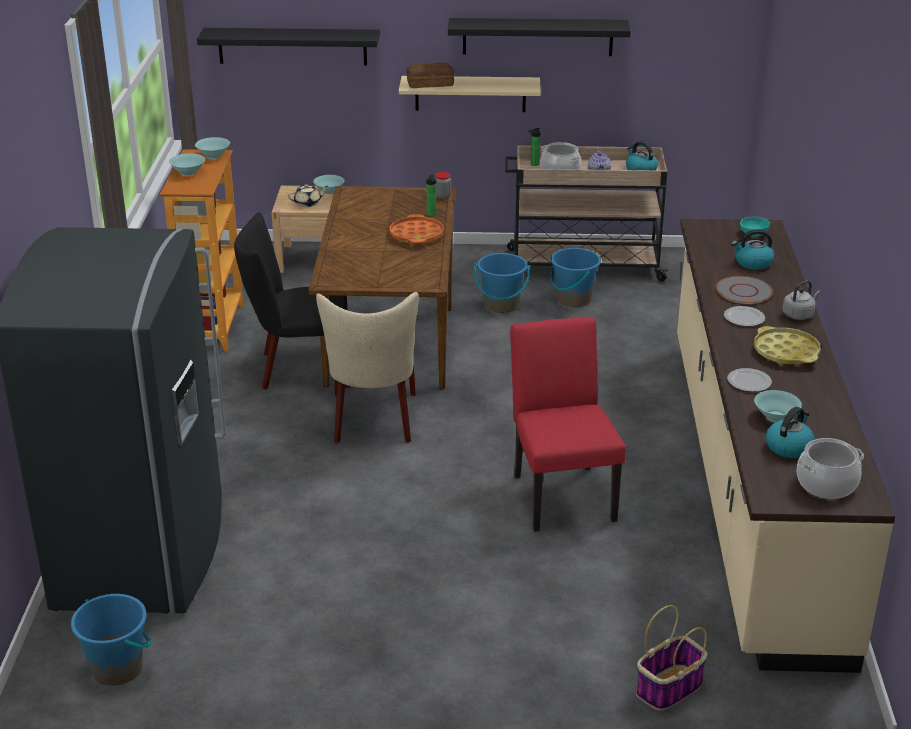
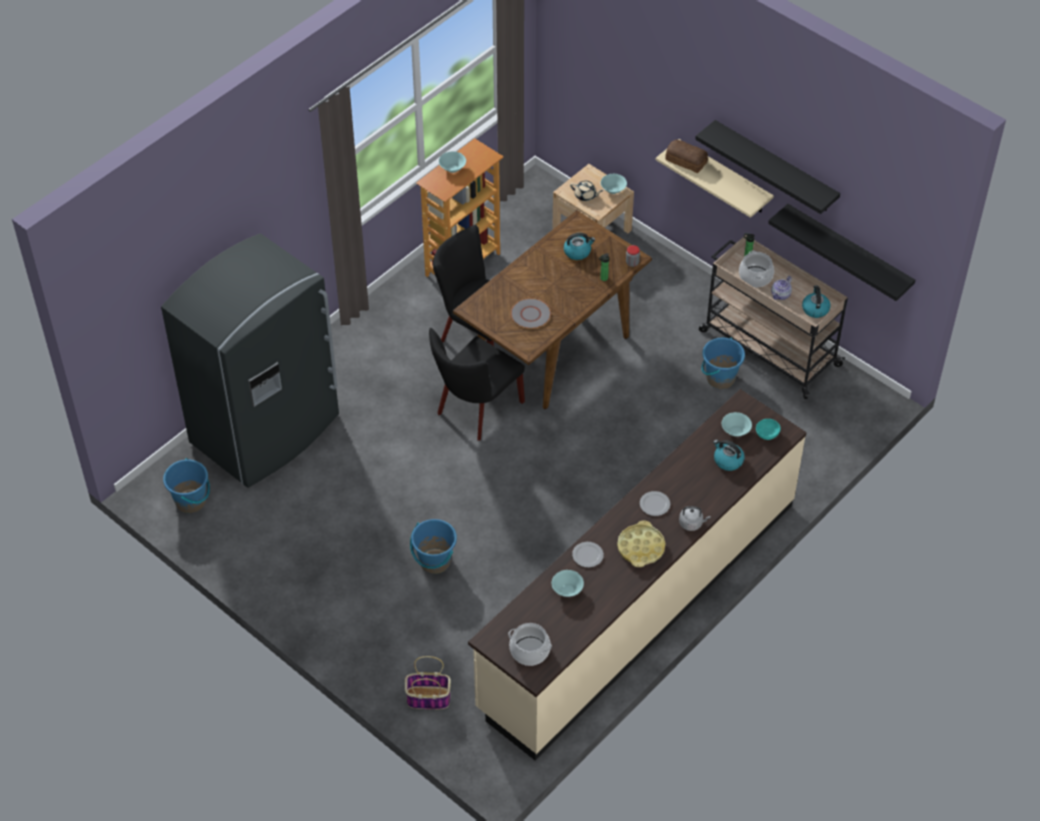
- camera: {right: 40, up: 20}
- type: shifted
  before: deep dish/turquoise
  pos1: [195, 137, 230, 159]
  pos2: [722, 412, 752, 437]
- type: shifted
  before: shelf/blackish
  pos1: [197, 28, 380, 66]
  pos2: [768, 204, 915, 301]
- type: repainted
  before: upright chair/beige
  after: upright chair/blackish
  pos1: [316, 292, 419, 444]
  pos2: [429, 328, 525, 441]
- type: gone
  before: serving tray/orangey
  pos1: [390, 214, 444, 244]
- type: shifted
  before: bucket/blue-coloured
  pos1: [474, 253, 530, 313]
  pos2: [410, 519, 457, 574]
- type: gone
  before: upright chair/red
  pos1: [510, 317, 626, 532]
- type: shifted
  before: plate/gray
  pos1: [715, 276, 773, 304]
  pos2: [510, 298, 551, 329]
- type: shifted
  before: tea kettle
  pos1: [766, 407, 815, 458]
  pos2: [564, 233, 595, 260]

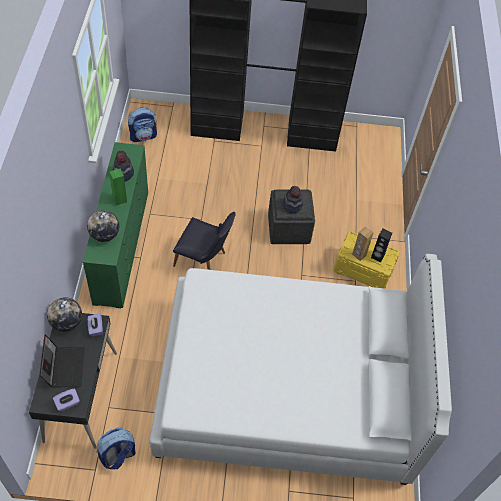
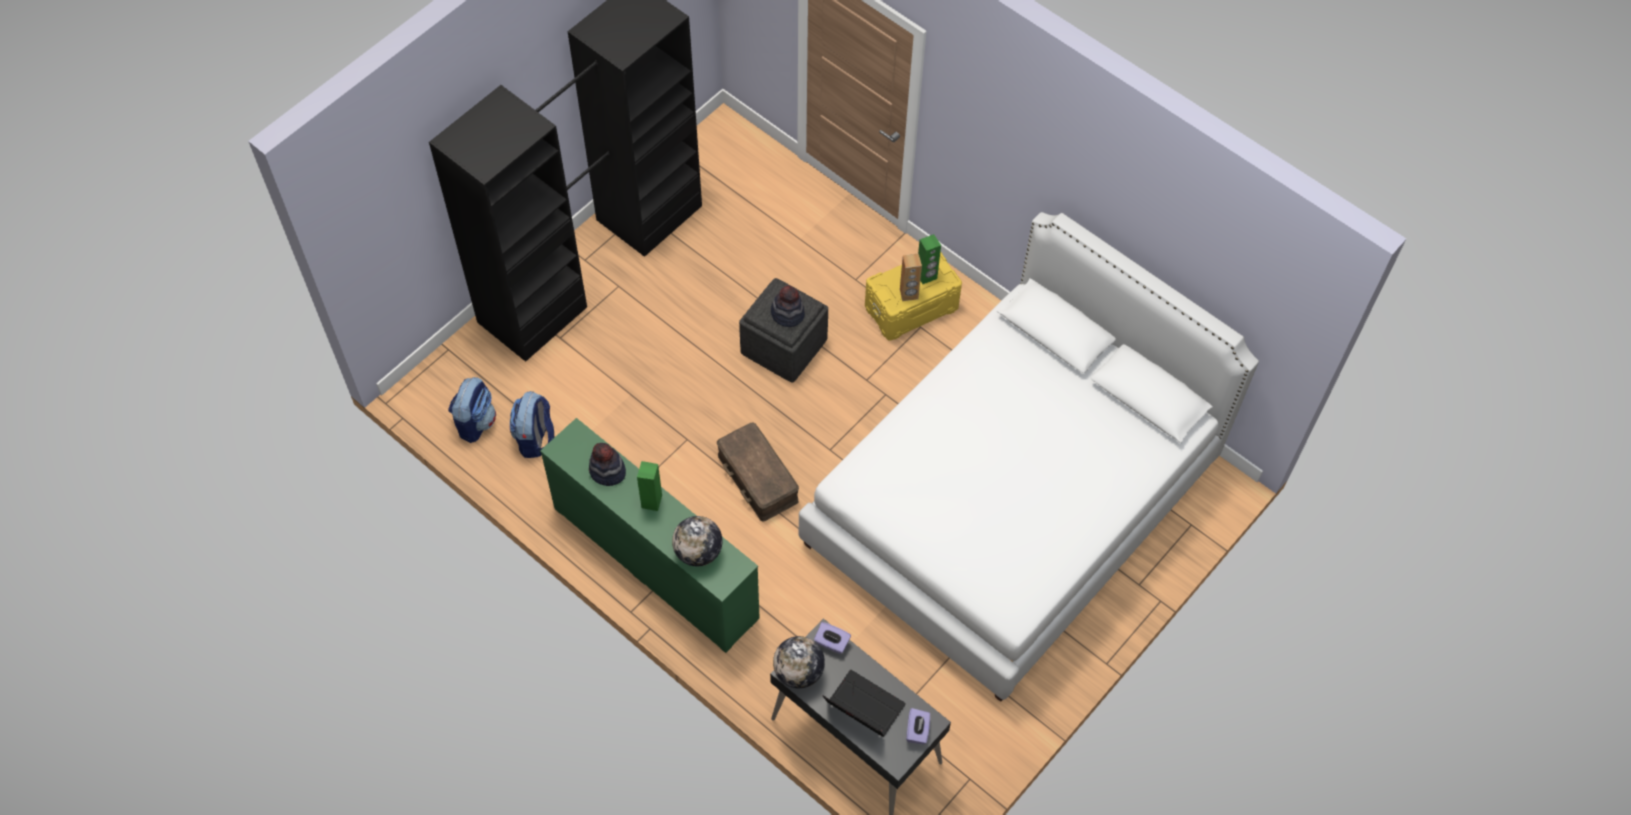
- camera: {right: -50, up: 5}
- type: shifted
  before: backpack
  pos1: [97, 427, 136, 469]
  pos2: [510, 391, 554, 458]
- type: swapped
  before: upright chair/blackish
  after: storage container/brown
  pos1: [173, 212, 236, 270]
  pos2: [717, 423, 799, 522]
- type: repainted
  before: speaker/blackish
  after: speaker/green-coloured
  pos1: [371, 229, 392, 262]
  pos2: [918, 234, 941, 284]

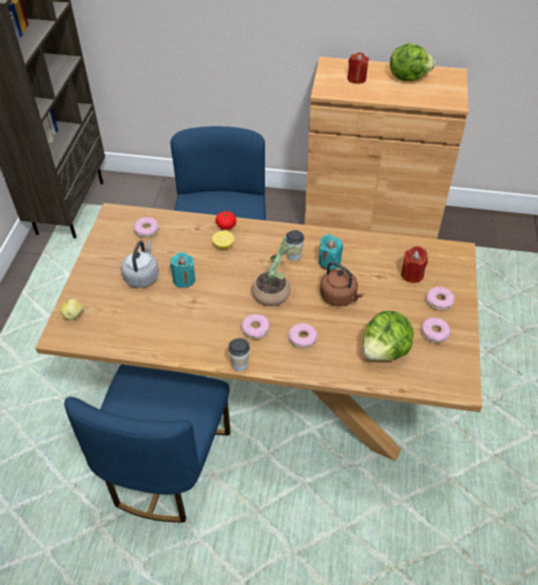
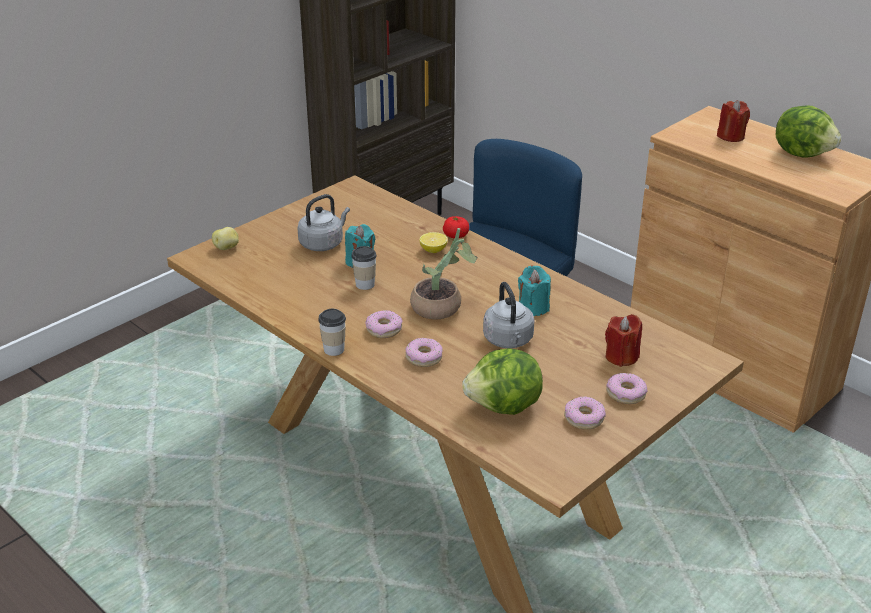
- camera: {right: 35, up: -15}
- type: gone
  before: upright chair/blue-coloured
  pos1: [64, 364, 231, 523]
- type: gone
  before: ring doughnut
  pos1: [133, 217, 159, 238]
- type: shifted
  before: cup
  pos1: [285, 230, 304, 261]
  pos2: [351, 246, 377, 290]
- type: repainted
  before: tea kettle/brown
  after: tea kettle/gray
  pos1: [320, 262, 364, 306]
  pos2: [483, 282, 535, 348]

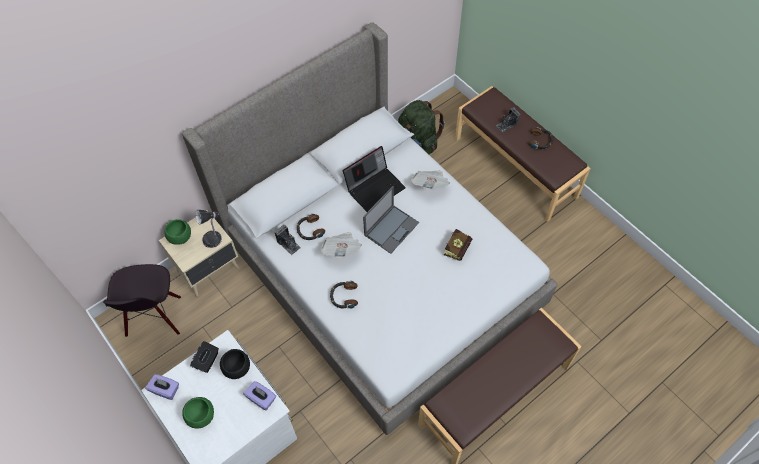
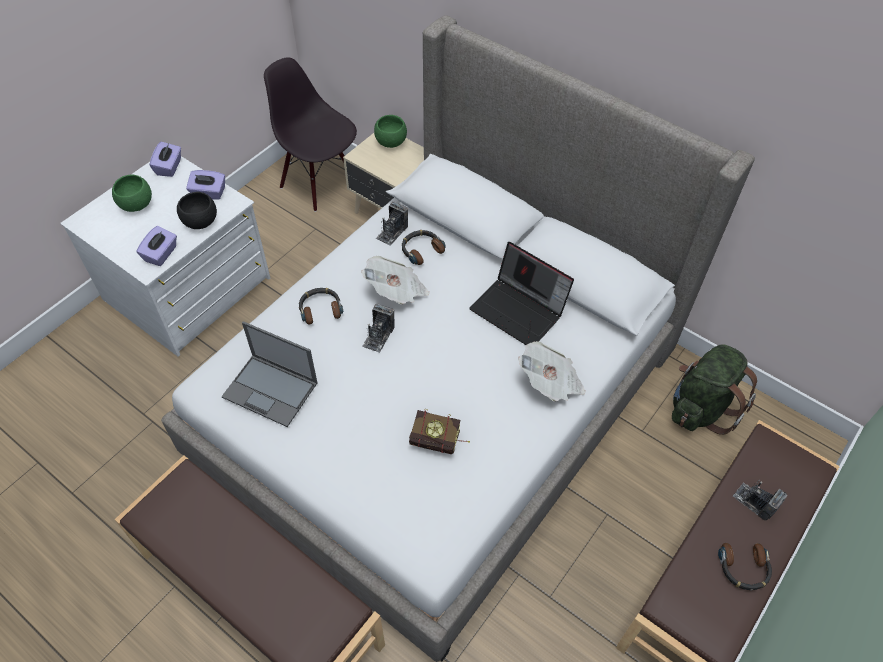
- camera: {right: 75, up: -5}
- type: rotated
  before: upright chair/blackish
  pos1: [103, 264, 181, 337]
  pos2: [264, 57, 357, 212]
  turn: 60
- type: repainted
  before: tissue holder/blackish
  after: tissue holder/purple
  pos1: [190, 341, 219, 373]
  pos2: [186, 170, 225, 200]
- type: gone
  before: tabletop lamp
  pos1: [195, 210, 222, 248]
- type: shifted
  before: portable computer
  pos1: [363, 186, 419, 254]
  pos2: [221, 321, 318, 427]
- type: new
  after: photo camera
  pos2: [362, 304, 395, 353]

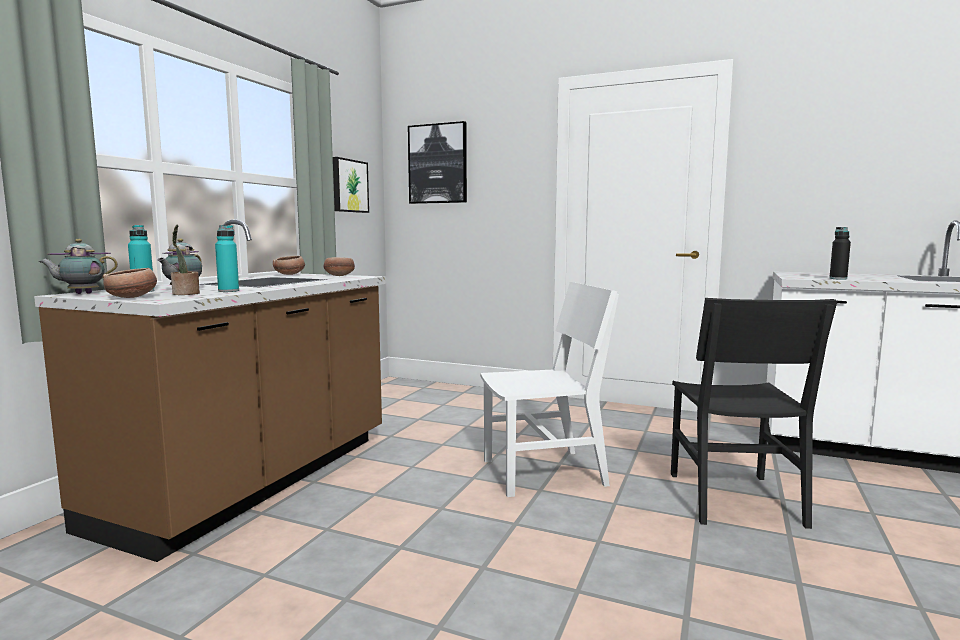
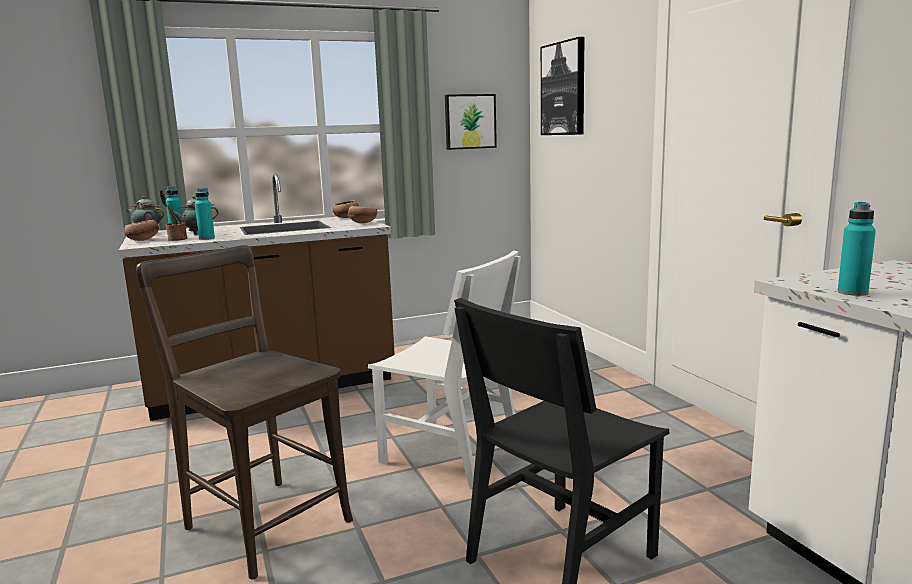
- camera: {right: 45, up: 5}
- type: repainted
  before: drink bottle/blackish
  after: drink bottle/turquoise
  pos1: [829, 227, 851, 280]
  pos2: [838, 202, 876, 296]
- type: new
  after: upright chair/brown
  pos2: [136, 245, 353, 580]

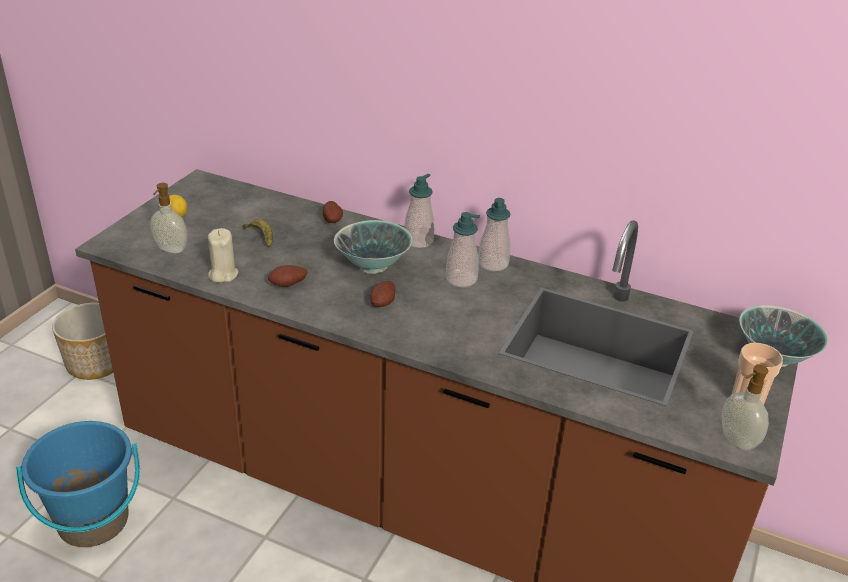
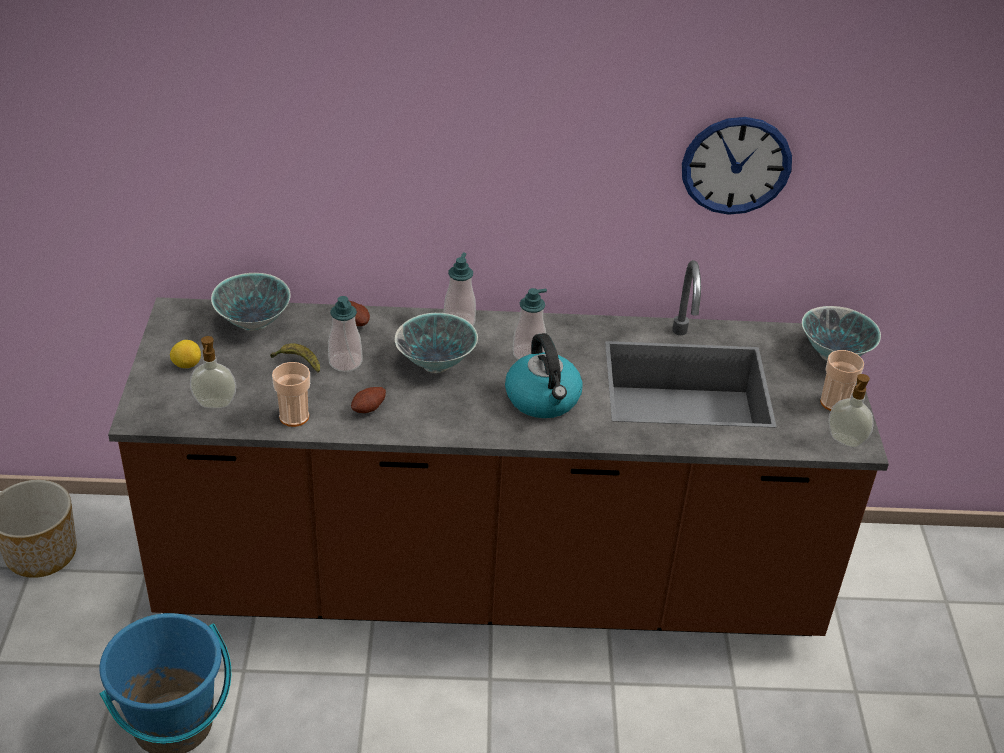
- camera: {right: -25, up: 5}
- type: swapped
  before: wax light/beige
  after: cup
  pos1: [208, 228, 238, 283]
  pos2: [272, 362, 310, 427]
- type: gone
  before: potato
  pos1: [371, 281, 396, 307]
- type: shifted
  before: soap bottle
  pos1: [478, 198, 511, 272]
  pos2: [328, 296, 363, 372]
- type: new
  after: deep dish
  pos2: [211, 273, 291, 331]
- type: new
  after: tea kettle
  pos2: [505, 333, 583, 418]
- type: new
  after: wall clock
  pos2: [682, 117, 792, 215]

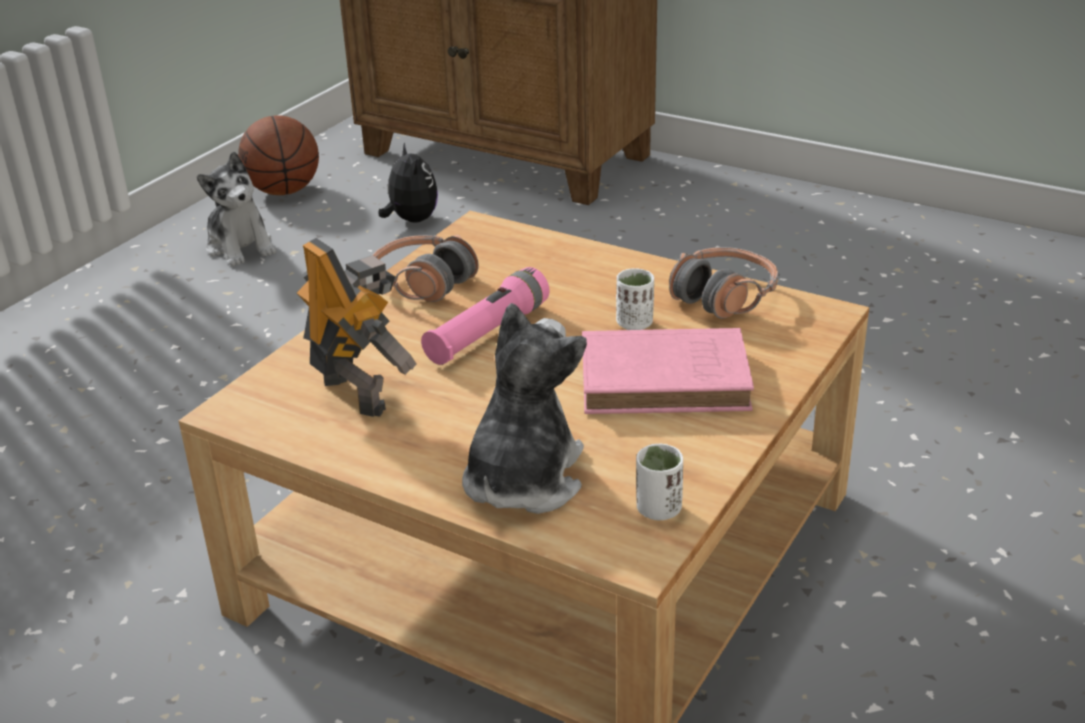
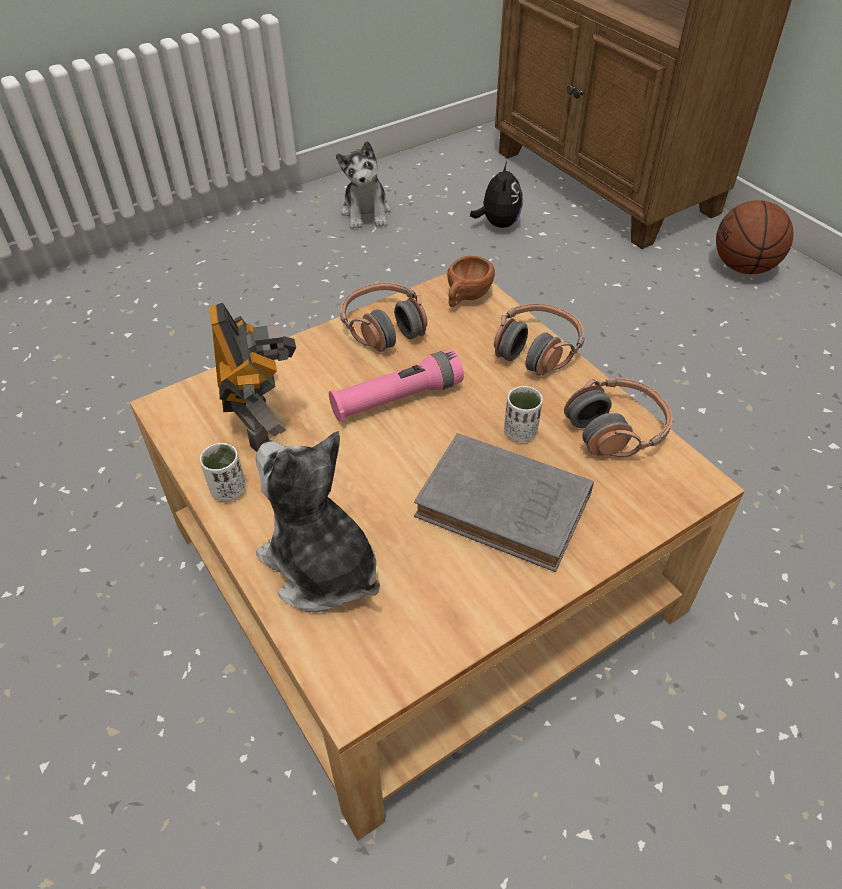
- camera: {right: 25, up: 15}
- type: shifted
  before: basketball
  pos1: [238, 115, 319, 195]
  pos2: [716, 200, 793, 274]
- type: rotated
  before: cuddly toy
  pos1: [462, 303, 587, 514]
  pos2: [256, 431, 380, 613]
  turn: -90
- type: repainted
  before: bound book/pinkish
  after: bound book/gray
  pos1: [582, 328, 754, 414]
  pos2: [414, 433, 594, 572]
- type: shifted
  before: cup/white-coloured
  pos1: [636, 444, 683, 520]
  pos2: [200, 443, 246, 501]
- type: new
  after: cup/brown
  pos2: [447, 256, 495, 307]
- type: new
  after: headphones
  pos2: [494, 303, 584, 376]

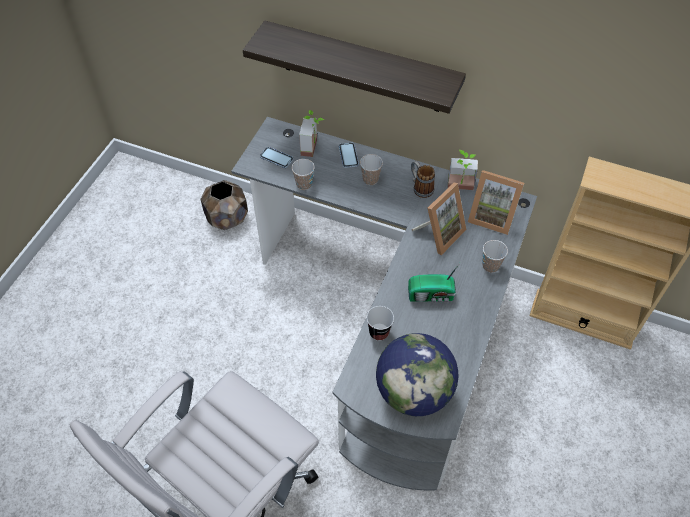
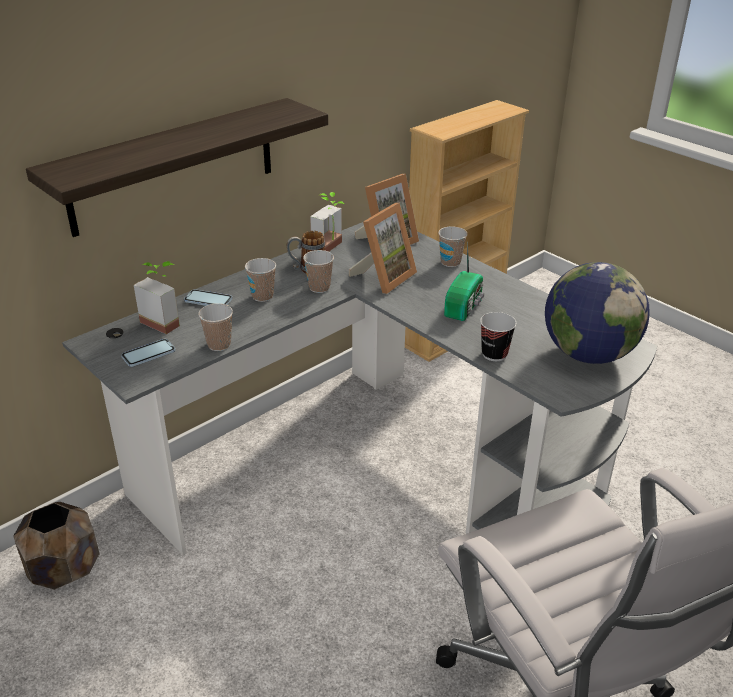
- camera: {right: -65, up: -20}
- type: rotated
  before: photo frame
  pos1: [412, 183, 467, 255]
  pos2: [349, 203, 417, 294]
  turn: 60
- type: new
  after: cup
  pos2: [303, 250, 334, 293]

